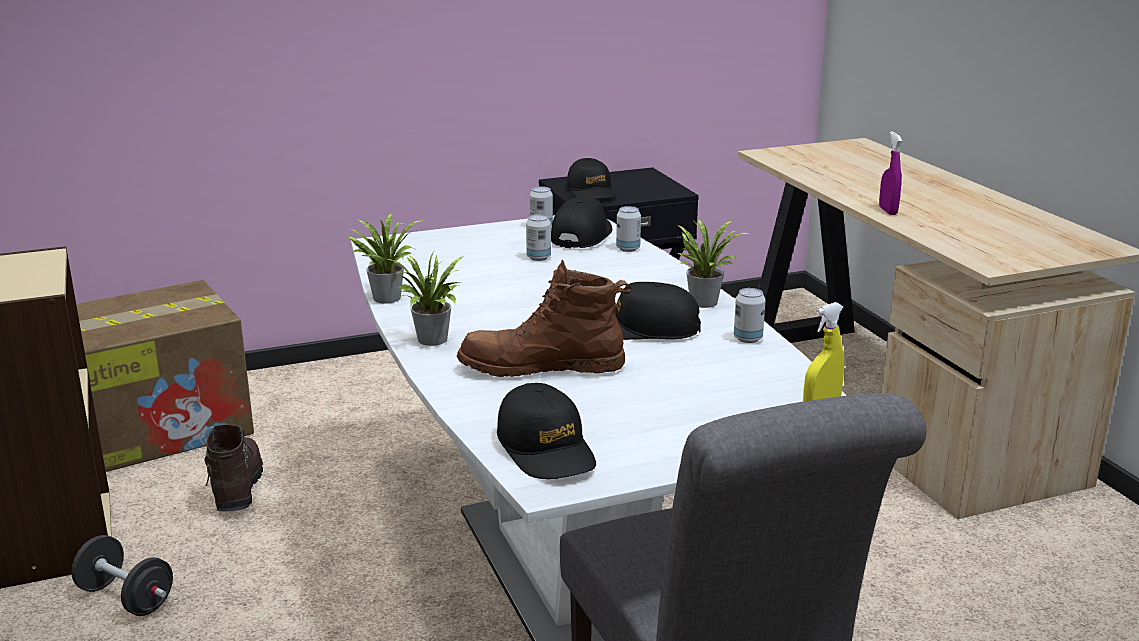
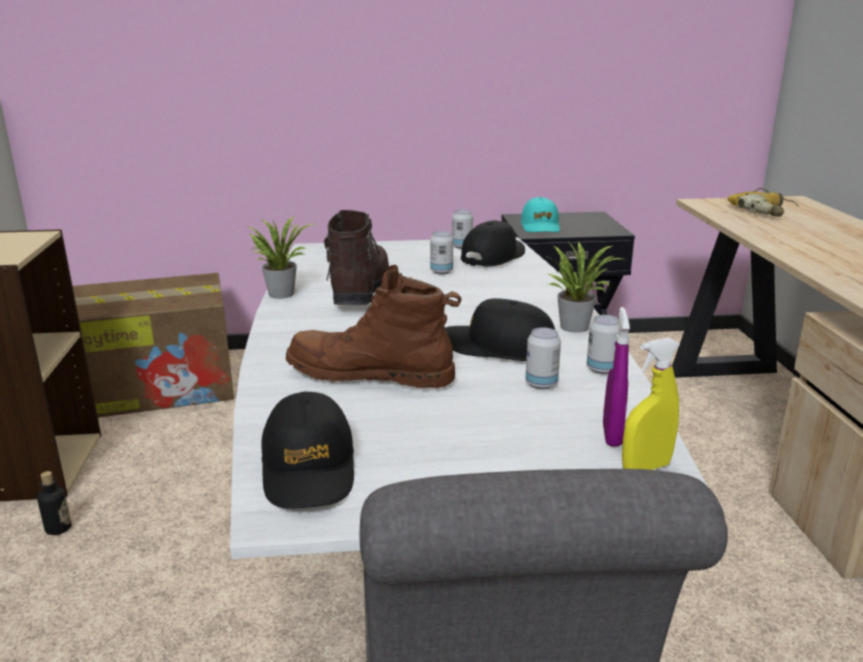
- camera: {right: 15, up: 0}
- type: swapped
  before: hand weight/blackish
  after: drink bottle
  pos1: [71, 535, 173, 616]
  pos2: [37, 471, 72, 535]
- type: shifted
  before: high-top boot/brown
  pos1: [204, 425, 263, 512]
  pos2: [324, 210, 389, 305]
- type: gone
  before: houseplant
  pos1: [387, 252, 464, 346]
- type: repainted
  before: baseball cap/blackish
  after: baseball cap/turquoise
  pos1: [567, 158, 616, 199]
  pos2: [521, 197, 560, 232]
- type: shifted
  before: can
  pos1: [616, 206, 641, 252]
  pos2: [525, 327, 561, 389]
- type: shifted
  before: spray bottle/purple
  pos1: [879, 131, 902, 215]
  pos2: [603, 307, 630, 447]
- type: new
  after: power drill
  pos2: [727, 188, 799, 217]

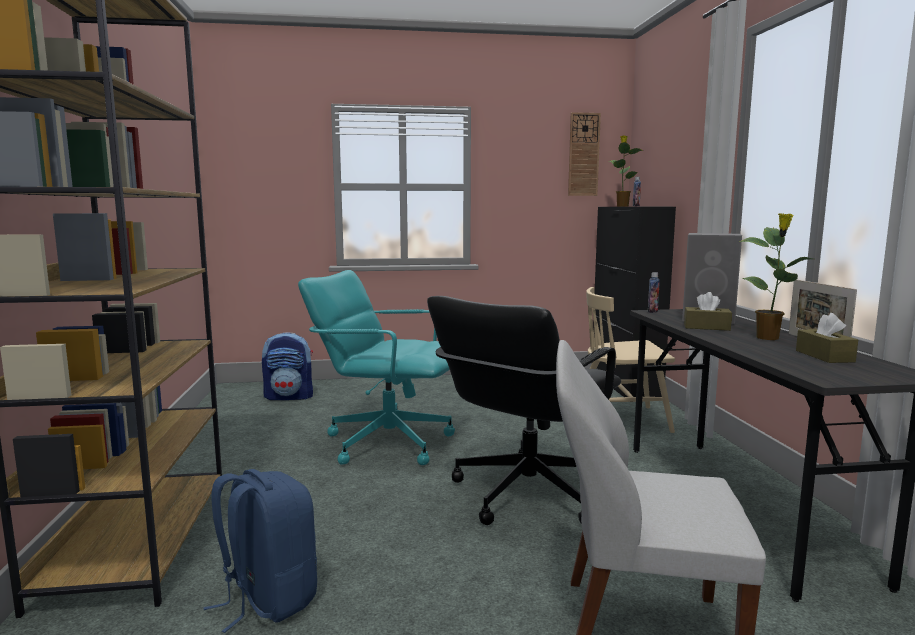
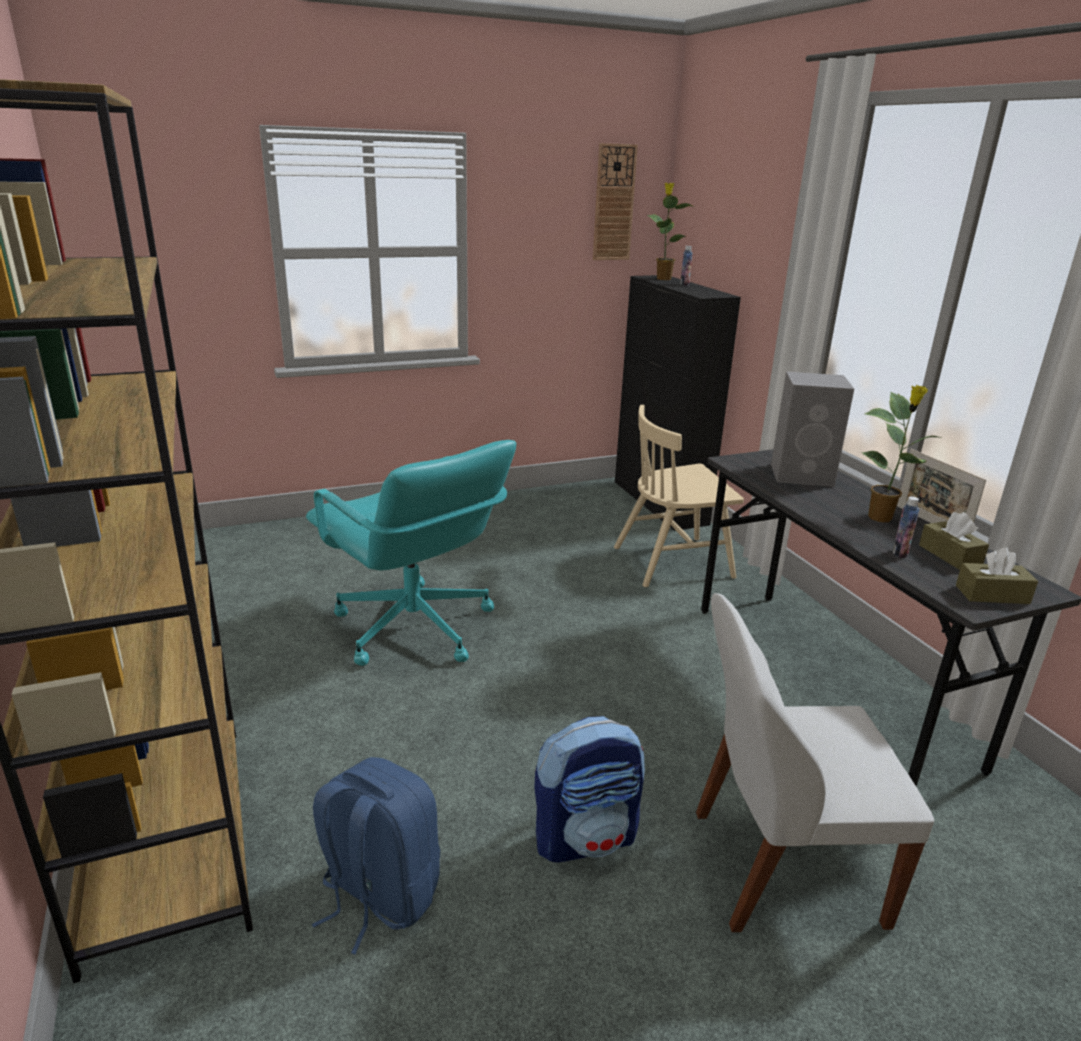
- camera: {right: -15, up: 15}
- type: shifted
  before: backpack
  pos1: [262, 332, 313, 400]
  pos2: [534, 716, 645, 862]
- type: rotated
  before: office chair/turquoise
  pos1: [298, 270, 455, 465]
  pos2: [306, 440, 516, 666]
  turn: -135
- type: gone
  before: office chair/blackish
  pos1: [427, 296, 621, 525]
- type: shifted
  before: drink bottle
  pos1: [648, 272, 660, 313]
  pos2: [893, 497, 919, 558]
- type: shifted
  before: tissue holder/brown
  pos1: [684, 292, 732, 331]
  pos2: [956, 548, 1038, 604]

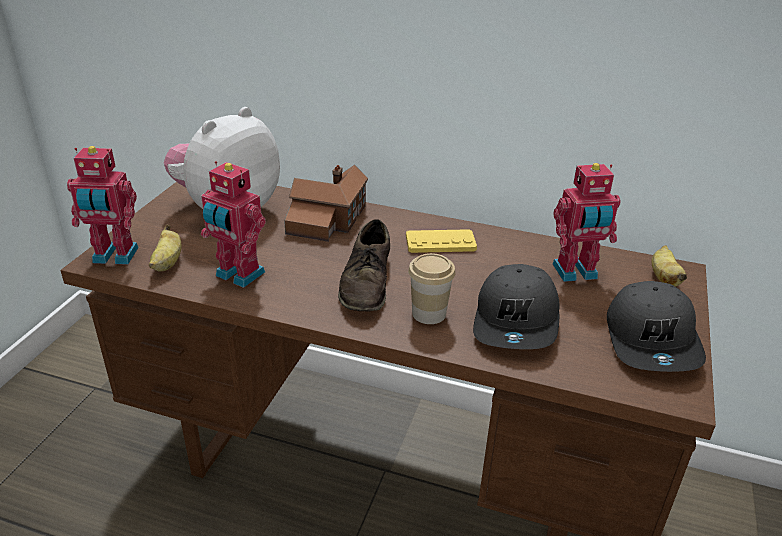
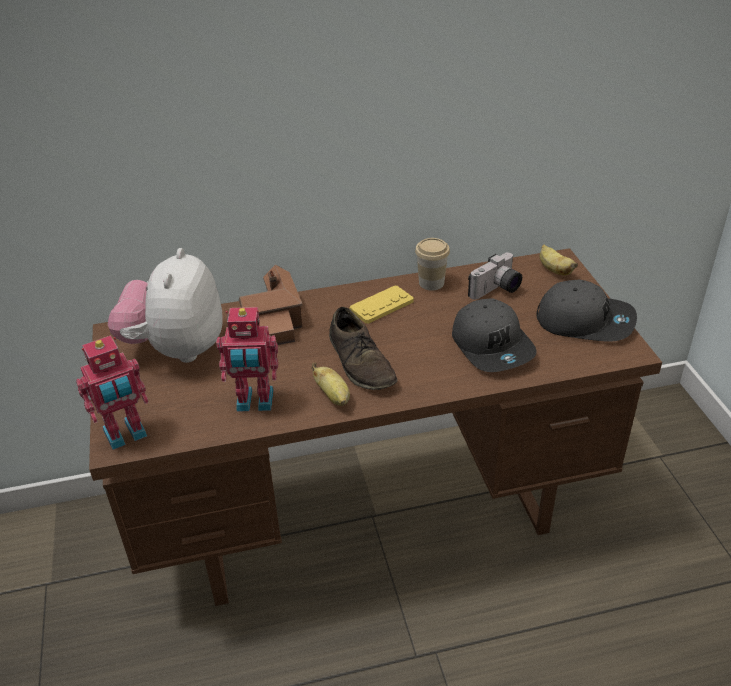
- camera: {right: -30, up: 5}
- type: shifted
  before: banana fruit
  pos1: [149, 225, 182, 272]
  pos2: [311, 363, 350, 406]
- type: shifted
  before: cup
  pos1: [408, 253, 456, 324]
  pos2: [415, 238, 450, 291]
- type: swapped
  before: toy robot
  after: photo camera
  pos1: [552, 163, 620, 282]
  pos2: [468, 252, 522, 300]
- type: rotated
  before: baseball cap/gray
  pos1: [607, 281, 706, 372]
  pos2: [537, 280, 637, 342]
  turn: -45

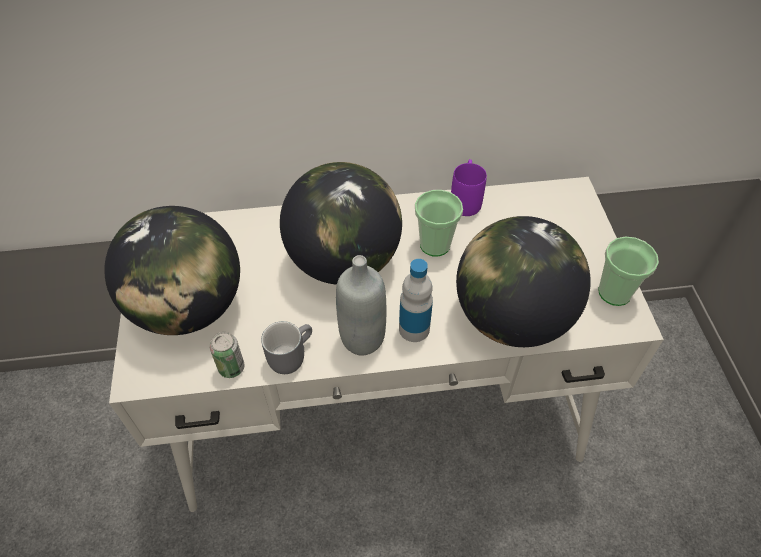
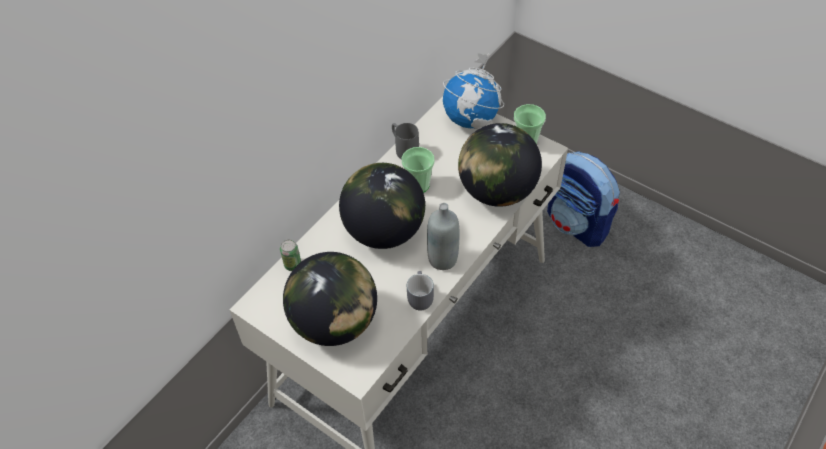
- camera: {right: -45, up: 0}
- type: shifted
  before: can
  pos1: [210, 332, 245, 378]
  pos2: [280, 240, 301, 271]
- type: gone
  before: drink bottle
  pos1: [399, 259, 433, 342]
- type: repainted
  before: mug/purple
  after: mug/gray
  pos1: [451, 159, 487, 216]
  pos2: [392, 123, 419, 159]
- type: new
  after: globe
  pos2: [443, 53, 504, 129]
- type: new
  after: backpack
  pos2: [547, 152, 620, 247]

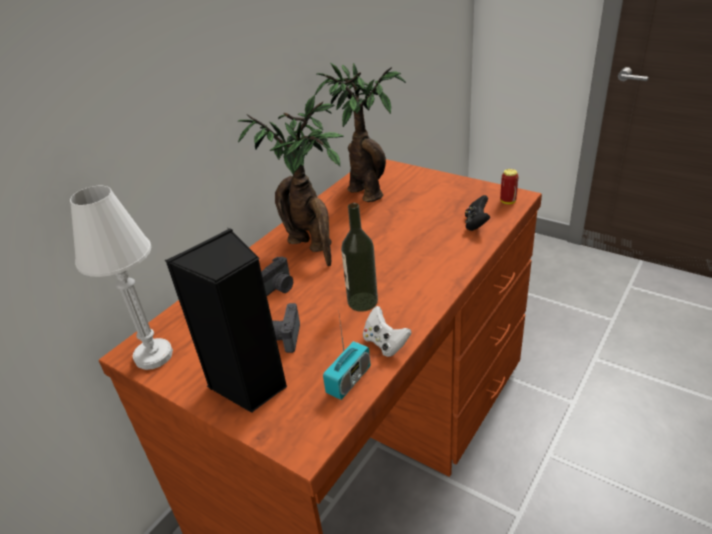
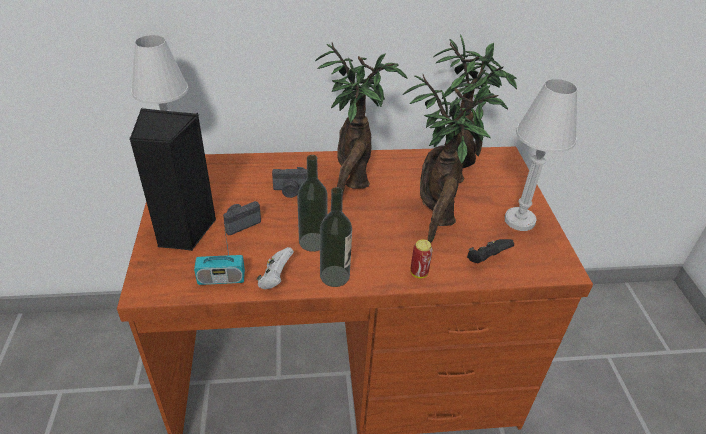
- camera: {right: 45, up: 5}
- type: shifted
  before: can
  pos1: [500, 169, 519, 204]
  pos2: [410, 239, 433, 278]
- type: new
  after: drink bottle
  pos2: [320, 187, 352, 287]
- type: new
  after: houseplant
  pos2: [403, 74, 508, 243]
- type: new
  after: tabletop lamp/white-coloured
  pos2: [505, 79, 577, 231]

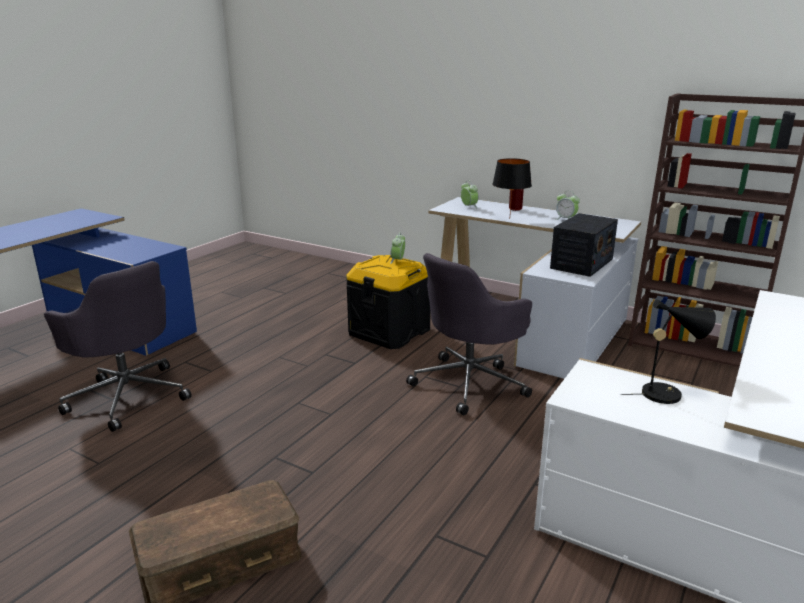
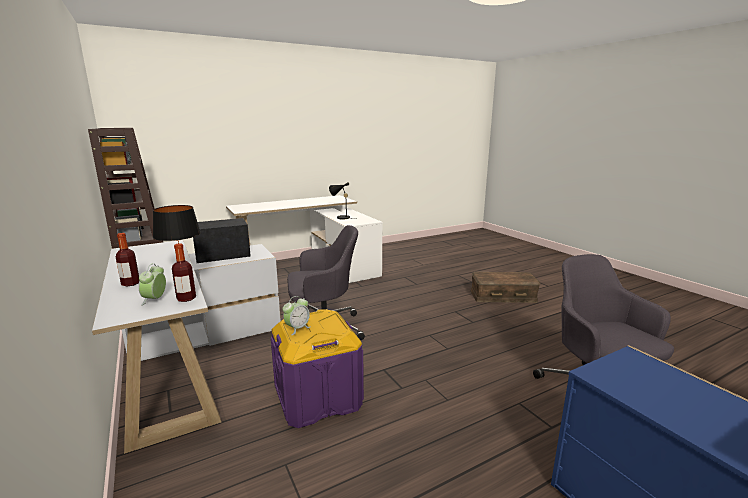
- camera: {right: -150, up: -5}
- type: repainted
  before: storage container/blackish
  after: storage container/purple
  pos1: [346, 255, 431, 349]
  pos2: [271, 309, 364, 428]
- type: gone
  before: bedside clock
  pos1: [556, 193, 580, 220]
- type: new
  after: drink bottle
  pos2: [172, 243, 196, 302]

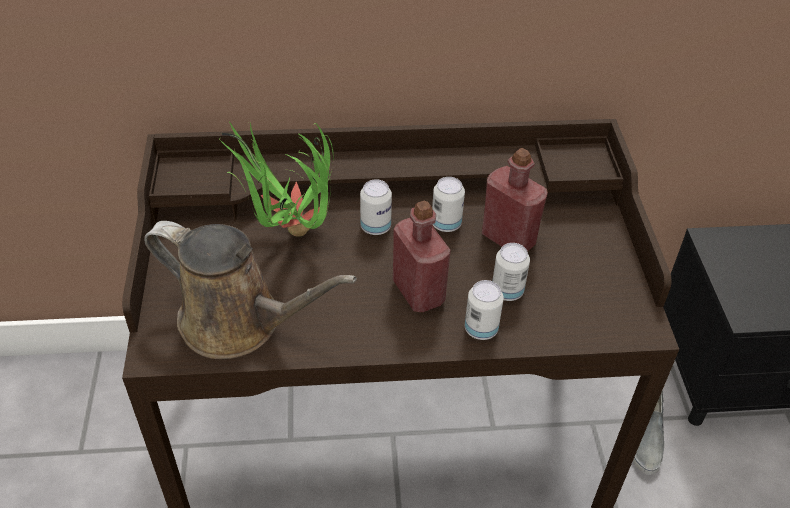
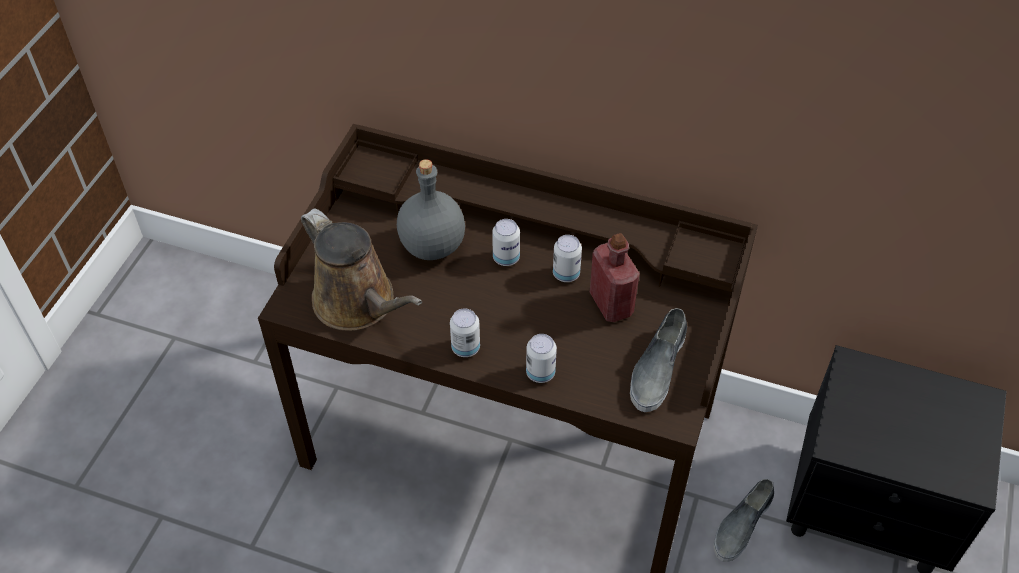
- camera: {right: 25, up: 5}
- type: swapped
  before: houseplant
  after: drink bottle/gray
  pos1: [219, 121, 334, 236]
  pos2: [397, 159, 465, 260]
- type: gone
  before: drink bottle/red
  pos1: [393, 201, 451, 312]
- type: shifted
  before: can
  pos1: [492, 243, 530, 301]
  pos2: [450, 308, 480, 357]
- type: new
  after: shoe/gray
  pos2: [630, 308, 687, 412]

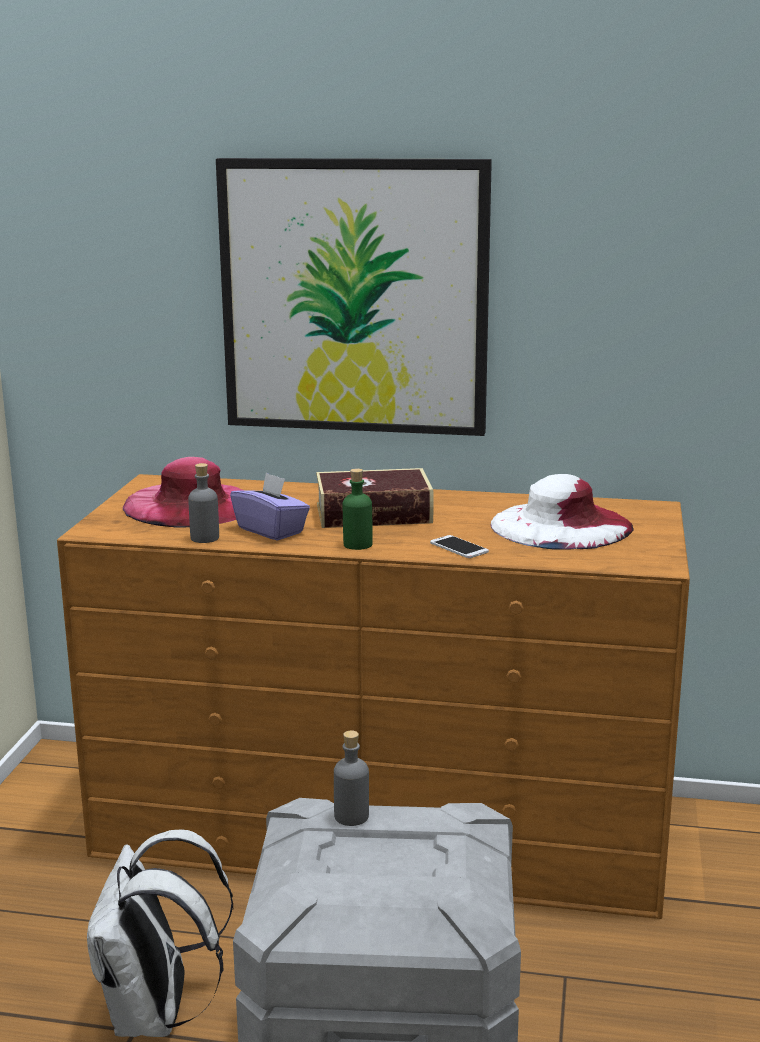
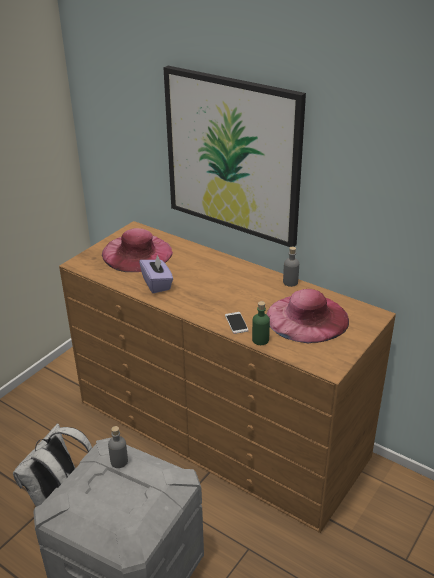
- camera: {right: 25, up: 15}
- type: shifted
  before: drink bottle/gray
  pos1: [188, 463, 219, 543]
  pos2: [283, 246, 299, 287]
- type: gone
  before: bound book
  pos1: [316, 468, 434, 528]
- type: shifted
  before: drink bottle/green-coloured
  pos1: [343, 469, 373, 550]
  pos2: [252, 301, 270, 345]
- type: repainted
  before: clothing hat/white-coloured
  after: clothing hat/pinkish
  pos1: [491, 474, 633, 550]
  pos2: [266, 289, 349, 344]

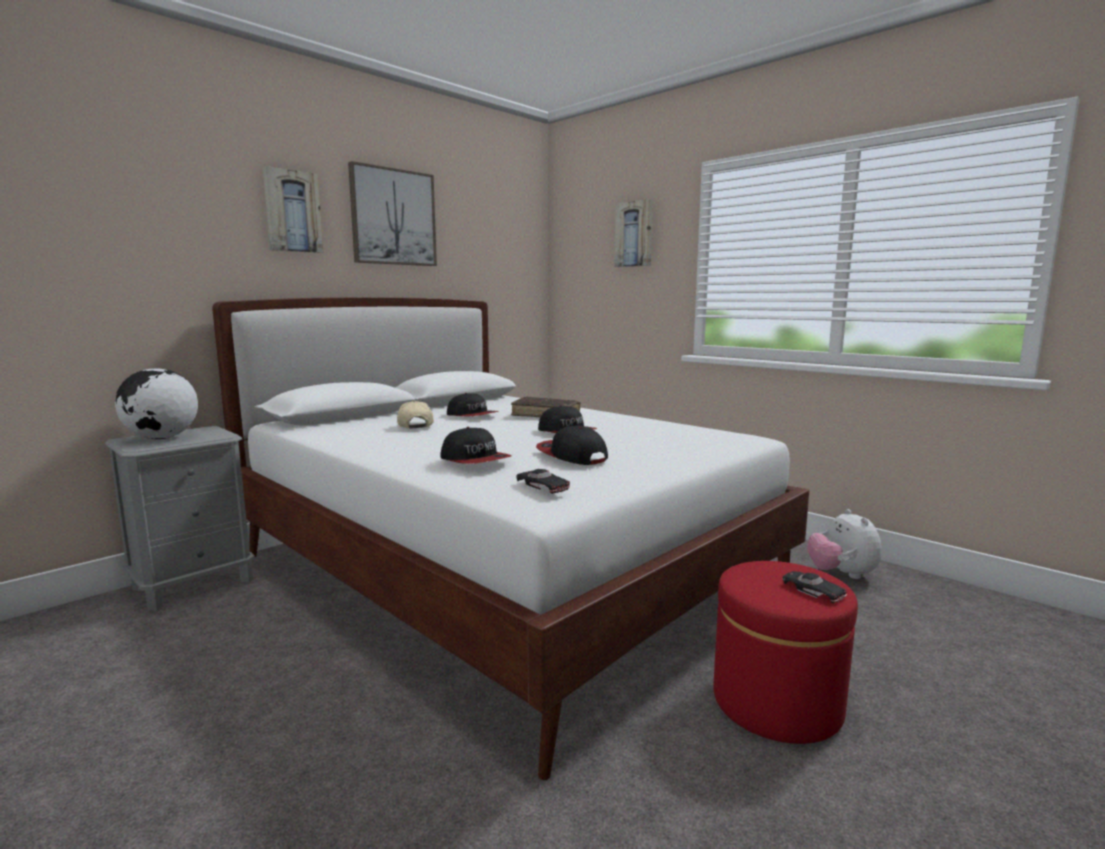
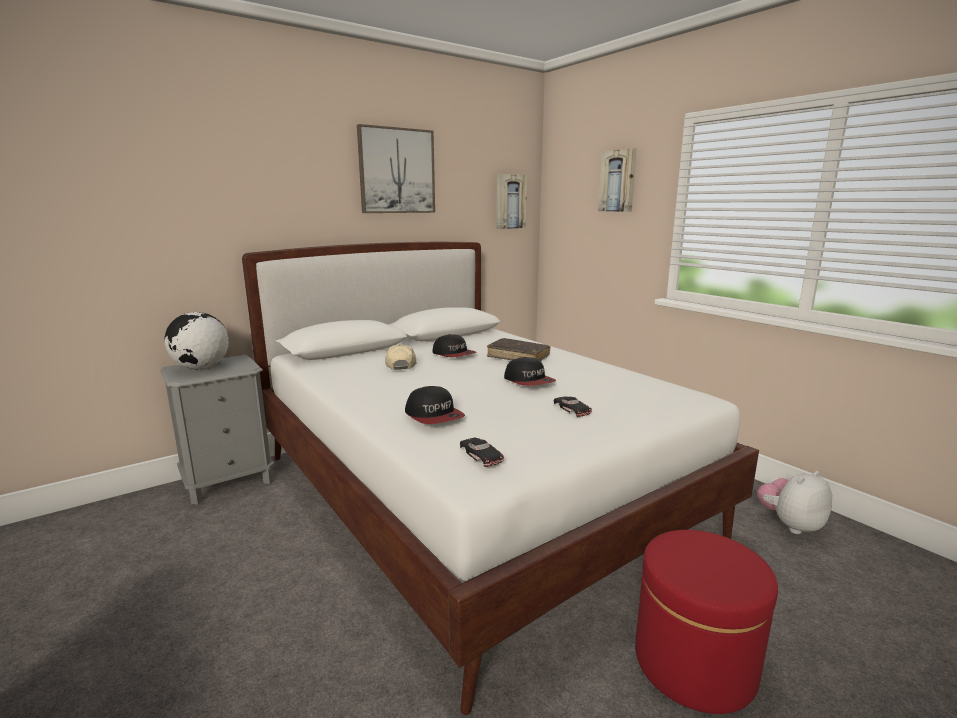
- camera: {right: 10, up: 5}
- type: shifted
  before: wall picture
  pos1: [263, 166, 323, 253]
  pos2: [496, 174, 527, 229]
- type: gone
  before: baseball cap
  pos1: [536, 425, 608, 465]
- type: shifted
  before: toy car/blackish
  pos1: [782, 571, 847, 603]
  pos2: [554, 396, 592, 417]
- type: rotated
  before: cuddly toy
  pos1: [807, 509, 882, 579]
  pos2: [757, 471, 832, 534]
  turn: 60

